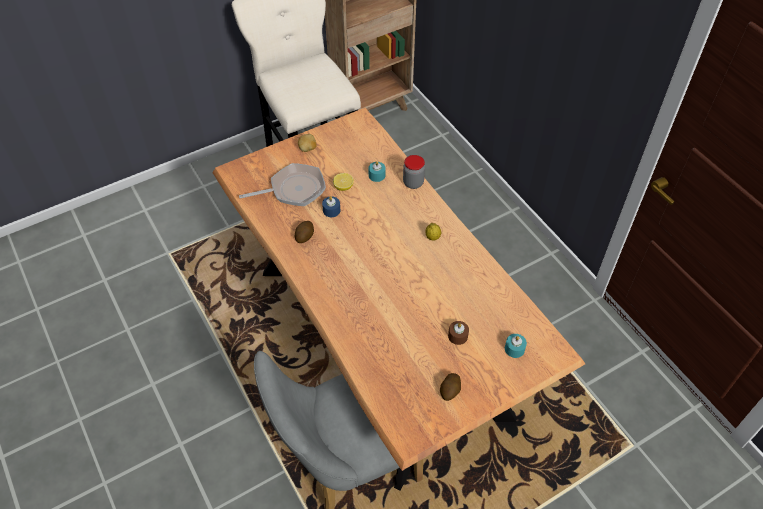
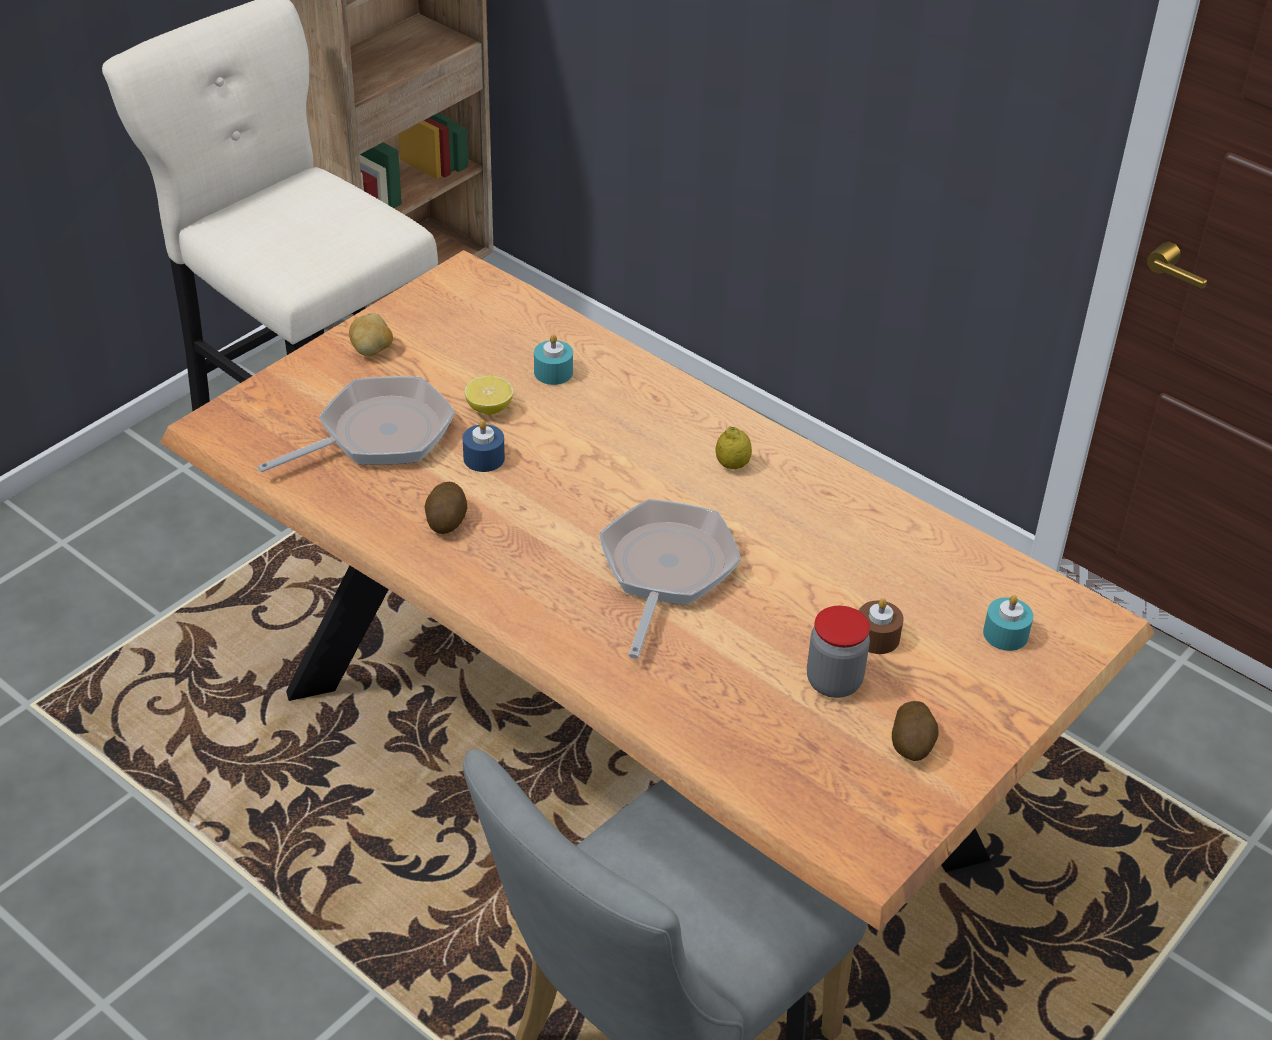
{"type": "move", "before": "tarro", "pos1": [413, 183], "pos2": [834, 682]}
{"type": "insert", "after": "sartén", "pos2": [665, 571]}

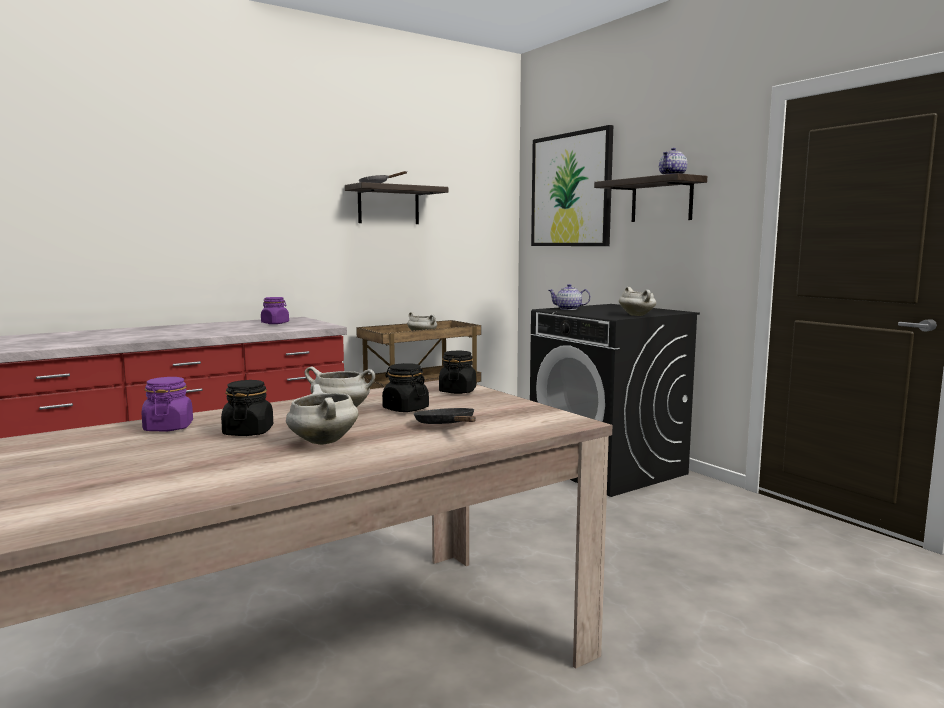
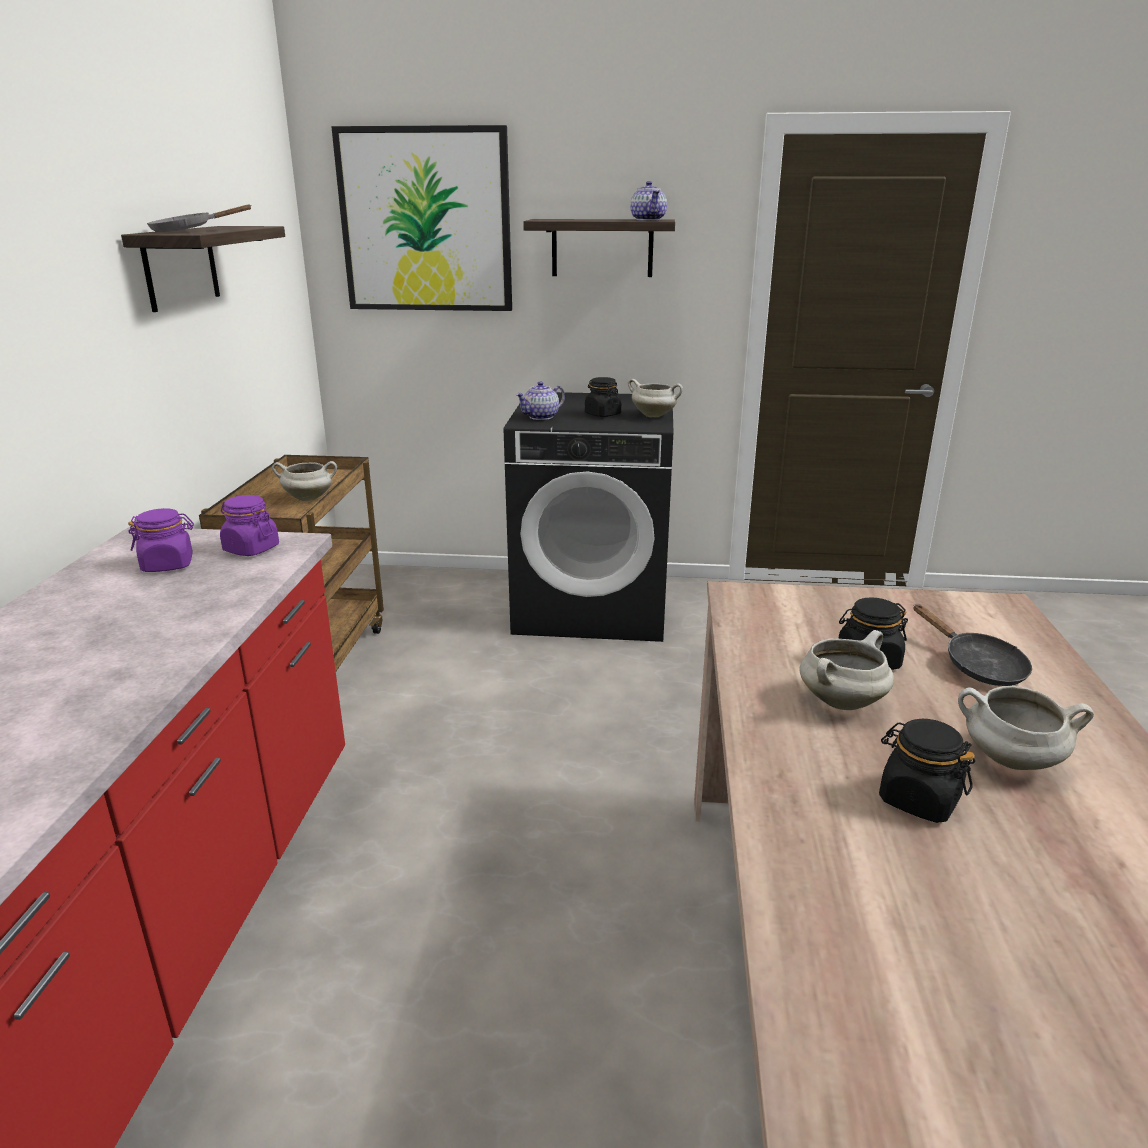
{"type": "move", "before": "tarro [negro]", "pos1": [457, 391], "pos2": [602, 414]}
{"type": "move", "before": "tarro [morado]", "pos1": [168, 428], "pos2": [251, 549]}
{"type": "rotate", "before": "sartén [negro]", "pos1": [447, 426], "pos2": [977, 666], "turn": -135}

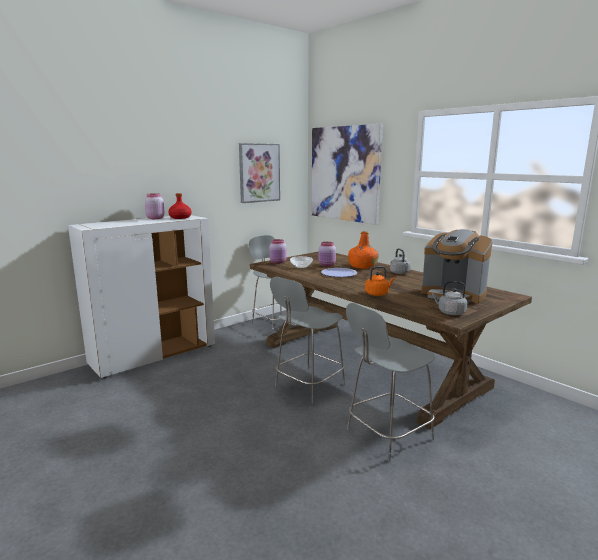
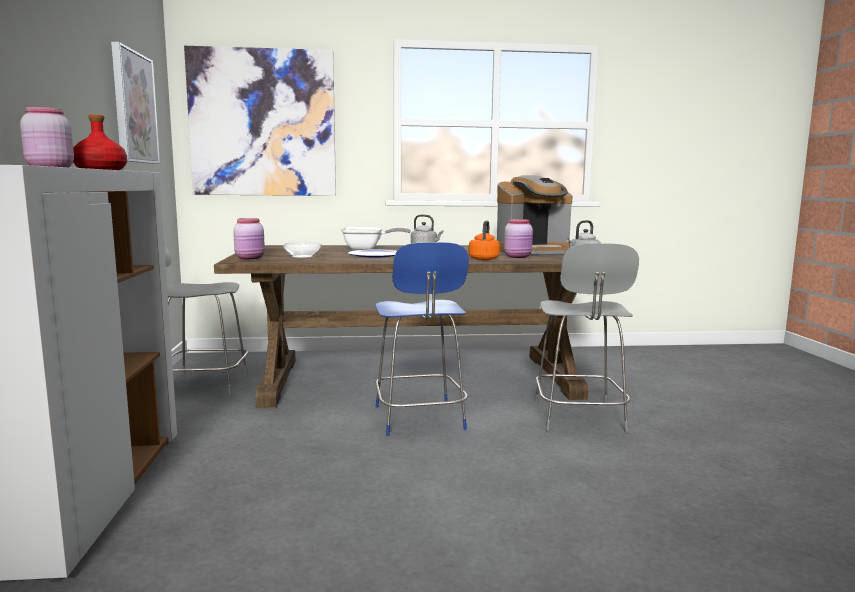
{"type": "replace", "before": "botella [naranja]", "after": "sartén", "pos1": [362, 266], "pos2": [367, 248]}
{"type": "move", "before": "tarro [rosa]", "pos1": [327, 265], "pos2": [518, 257]}
{"type": "recolor", "before": "silla [gris]", "after": "silla [azul]", "pos1": [308, 386], "pos2": [419, 419]}

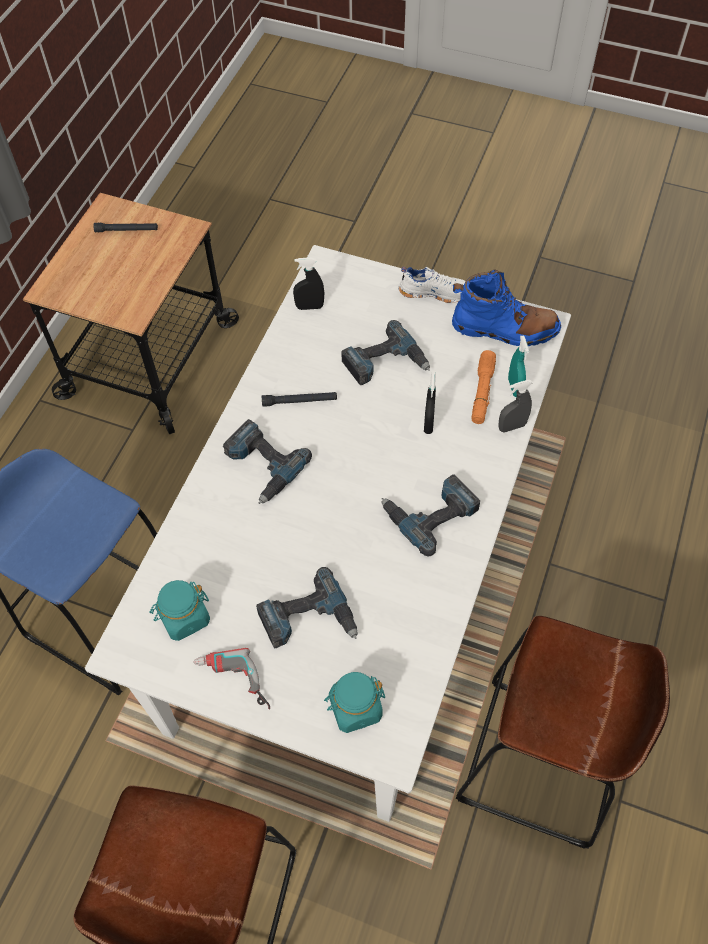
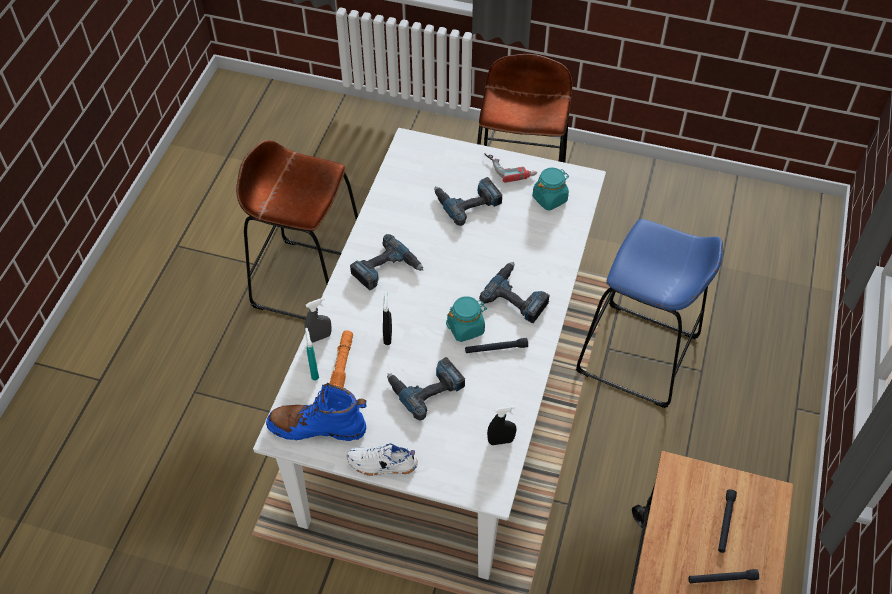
{"type": "move", "before": "tarro [turquesa]", "pos1": [355, 708], "pos2": [466, 328]}
{"type": "insert", "after": "linterna [negro]", "pos2": [725, 523]}

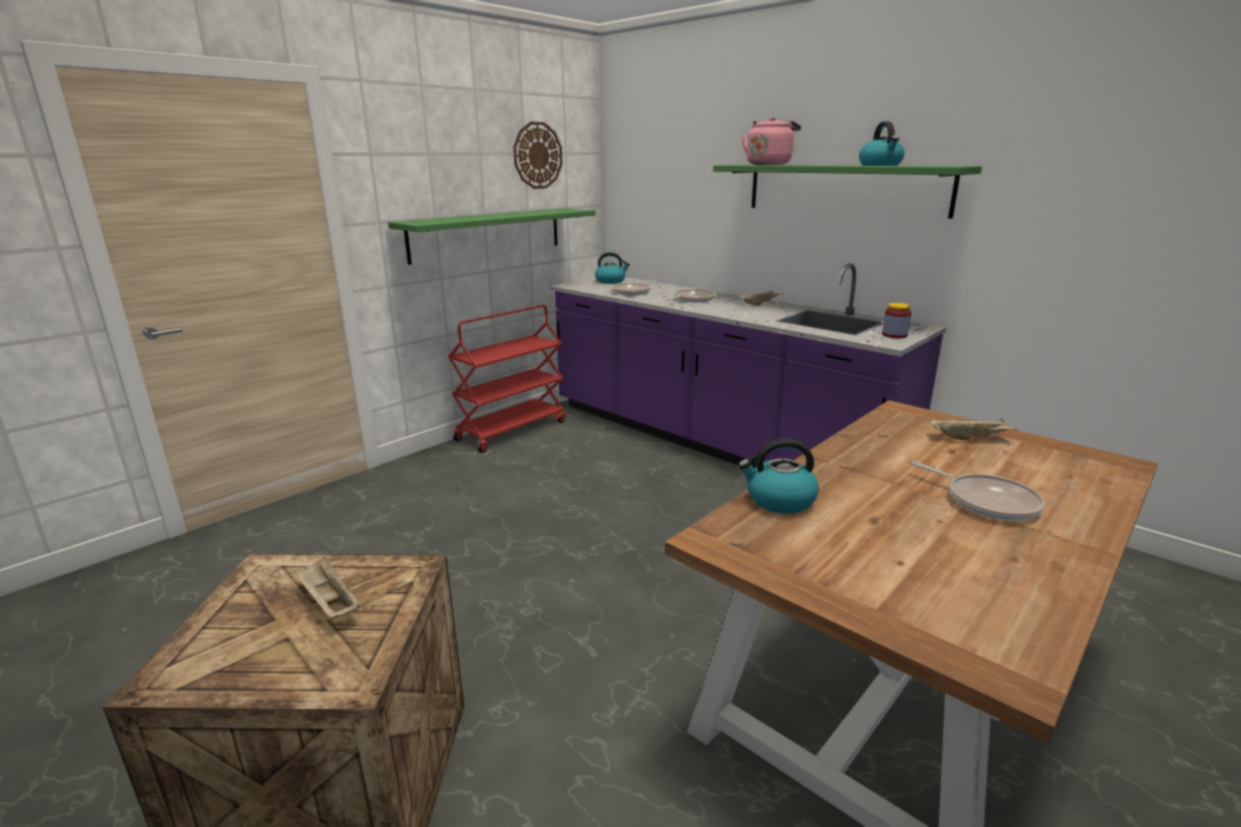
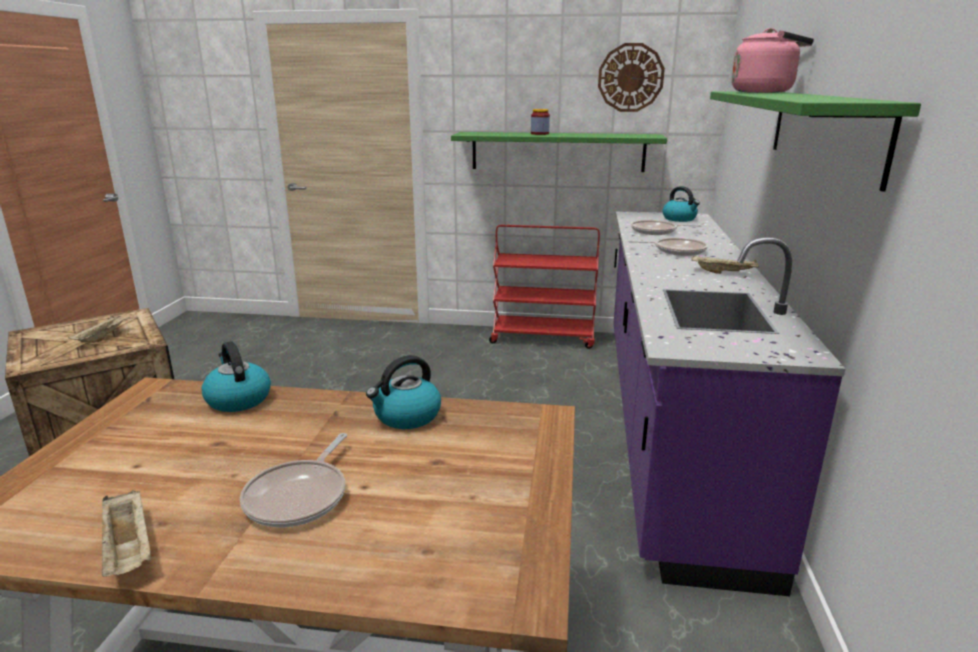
{"type": "move", "before": "hervidor", "pos1": [880, 165], "pos2": [406, 416]}
{"type": "move", "before": "tarro", "pos1": [894, 335], "pos2": [539, 134]}
{"type": "move", "before": "bandeja [beis]", "pos1": [970, 438], "pos2": [129, 549]}

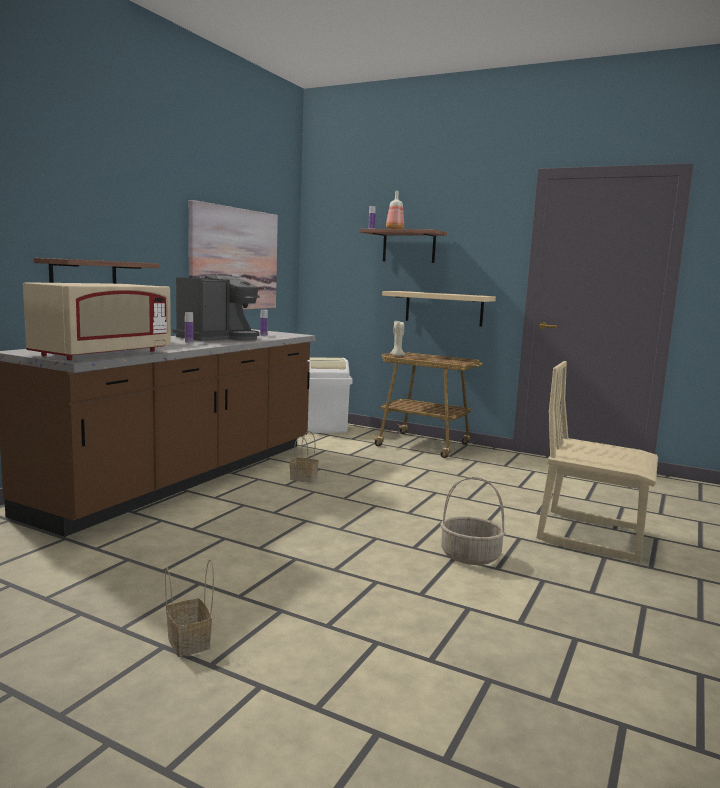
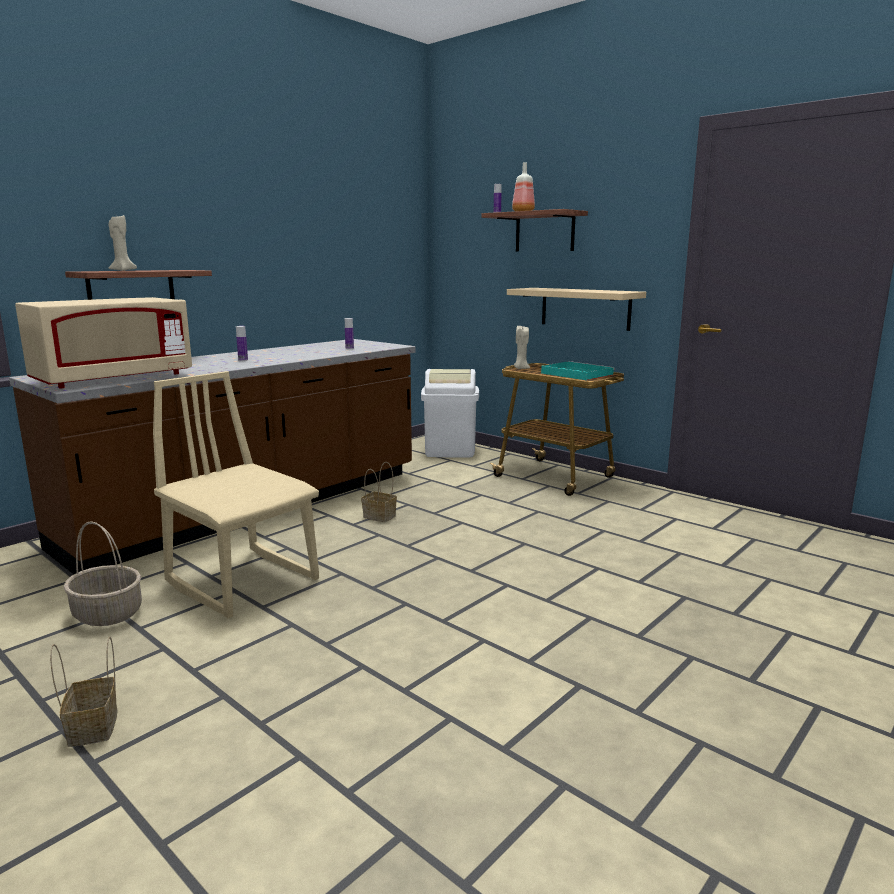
{"type": "delete", "before": "cuadro", "pos1": [234, 259]}
{"type": "delete", "before": "cafetera", "pos1": [218, 338]}
{"type": "move", "before": "silla [beis]", "pos1": [591, 535], "pos2": [244, 581]}
{"type": "move", "before": "cesta", "pos1": [469, 556], "pos2": [106, 614]}
{"type": "insert", "after": "vela [beis]", "pos2": [122, 270]}
{"type": "insert", "after": "bandeja [turquesa]", "pos2": [575, 374]}

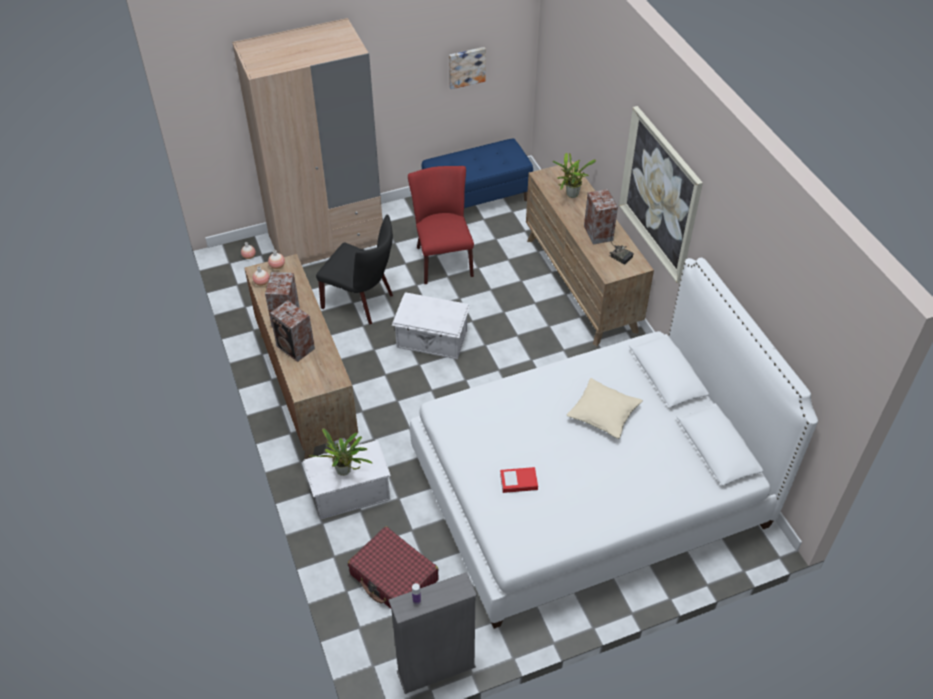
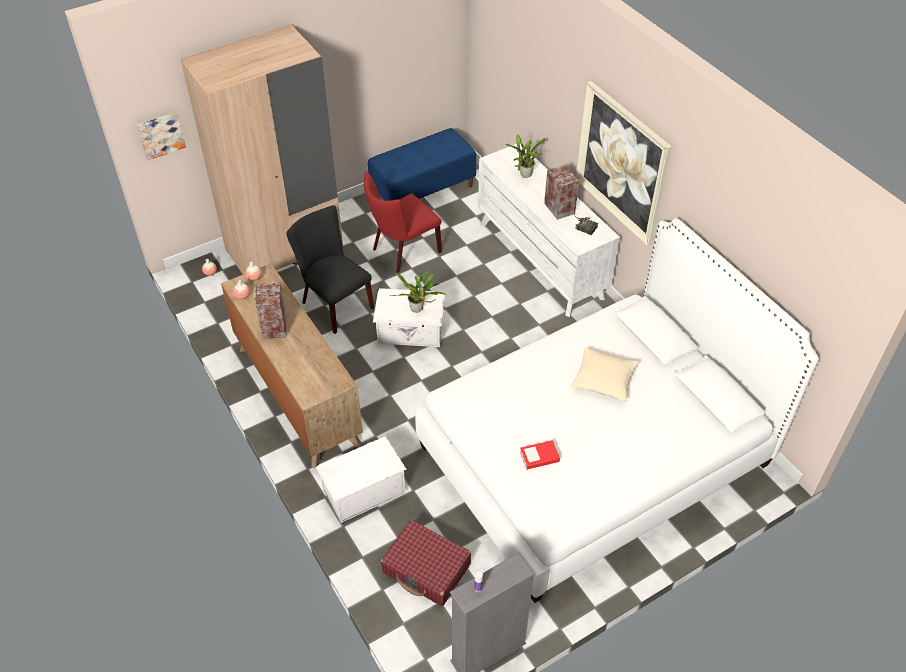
{"type": "move", "before": "cuadro", "pos1": [466, 67], "pos2": [160, 135]}
{"type": "recolor", "before": "cómoda [marrón]", "after": "cómoda [blanco]", "pos1": [581, 284], "pos2": [541, 260]}
{"type": "rotate", "before": "silla [rojo]", "pos1": [442, 258], "pos2": [402, 252], "turn": -105}
{"type": "rotate", "before": "silla [negro]", "pos1": [362, 302], "pos2": [333, 303], "turn": -150}
{"type": "delete", "before": "altavoz", "pos1": [296, 348]}
{"type": "move", "before": "planta en maceta", "pos1": [345, 472], "pos2": [418, 310]}

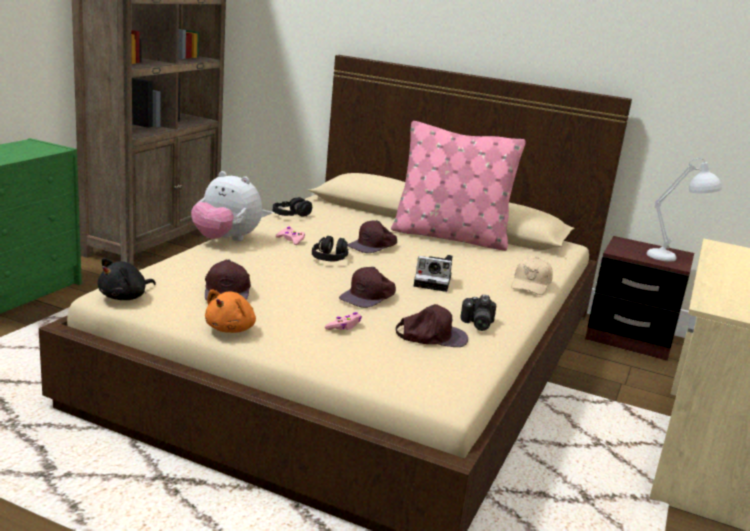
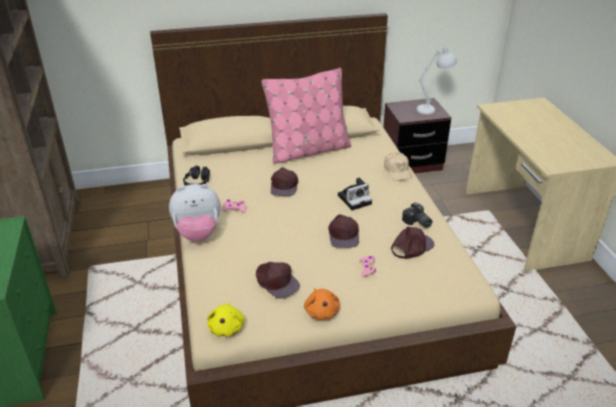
{"type": "delete", "before": "auriculares [negro]", "pos1": [330, 258]}
{"type": "recolor", "before": "peluche [negro]", "after": "peluche [amarillo]", "pos1": [125, 297], "pos2": [227, 327]}

